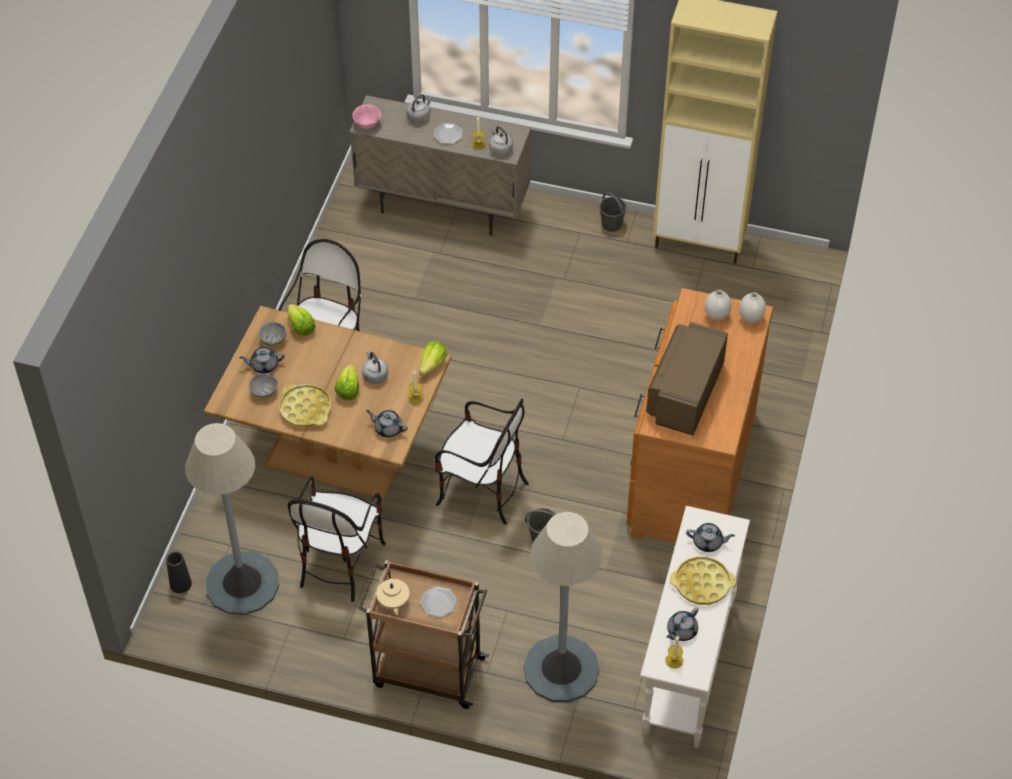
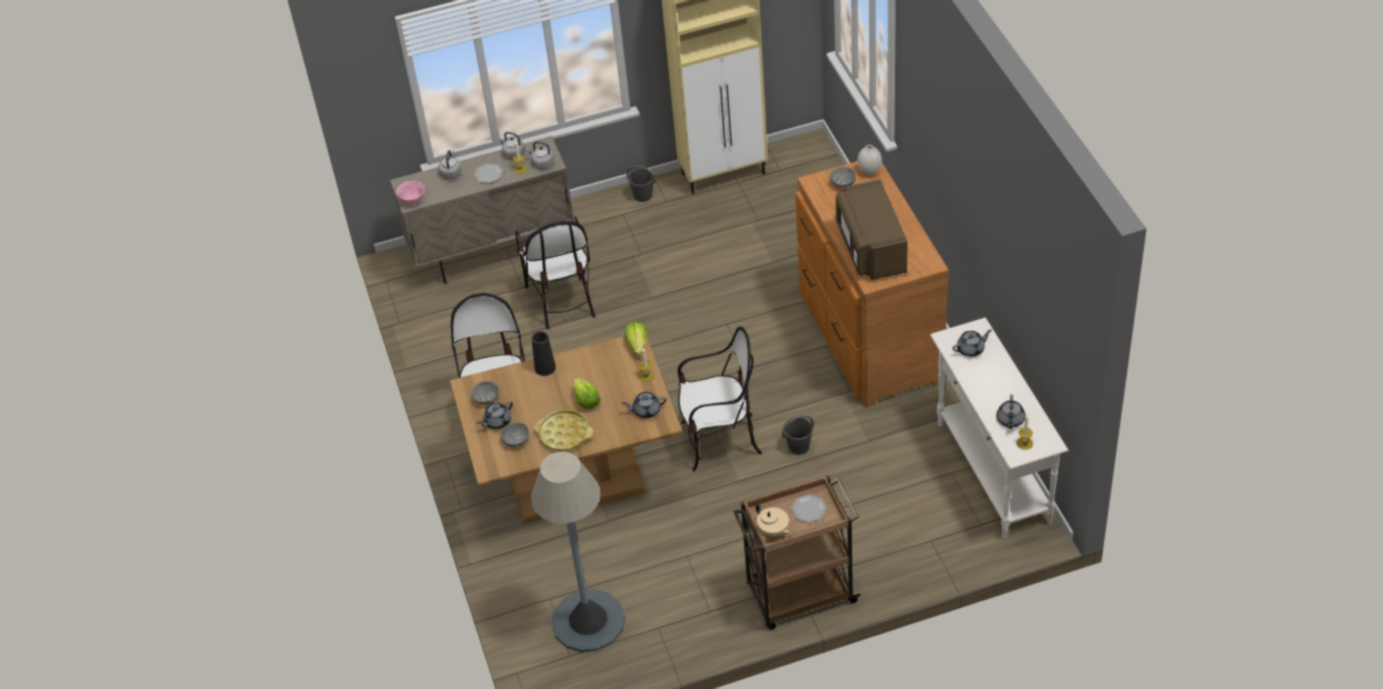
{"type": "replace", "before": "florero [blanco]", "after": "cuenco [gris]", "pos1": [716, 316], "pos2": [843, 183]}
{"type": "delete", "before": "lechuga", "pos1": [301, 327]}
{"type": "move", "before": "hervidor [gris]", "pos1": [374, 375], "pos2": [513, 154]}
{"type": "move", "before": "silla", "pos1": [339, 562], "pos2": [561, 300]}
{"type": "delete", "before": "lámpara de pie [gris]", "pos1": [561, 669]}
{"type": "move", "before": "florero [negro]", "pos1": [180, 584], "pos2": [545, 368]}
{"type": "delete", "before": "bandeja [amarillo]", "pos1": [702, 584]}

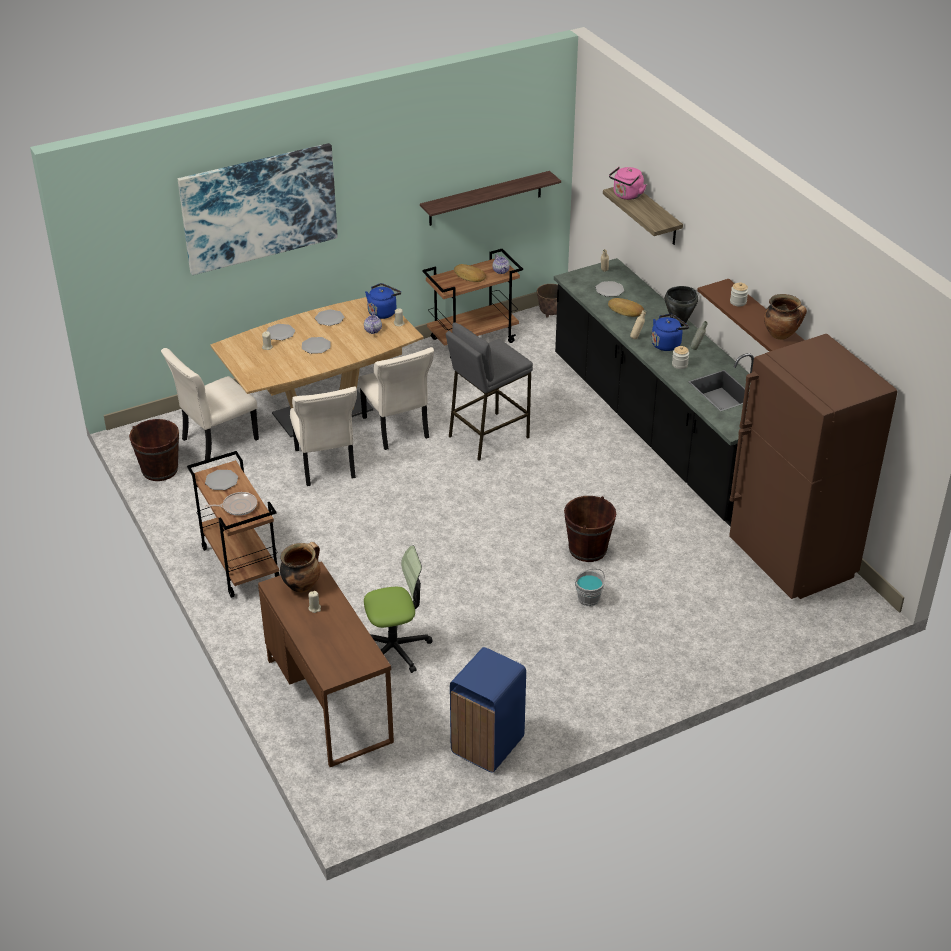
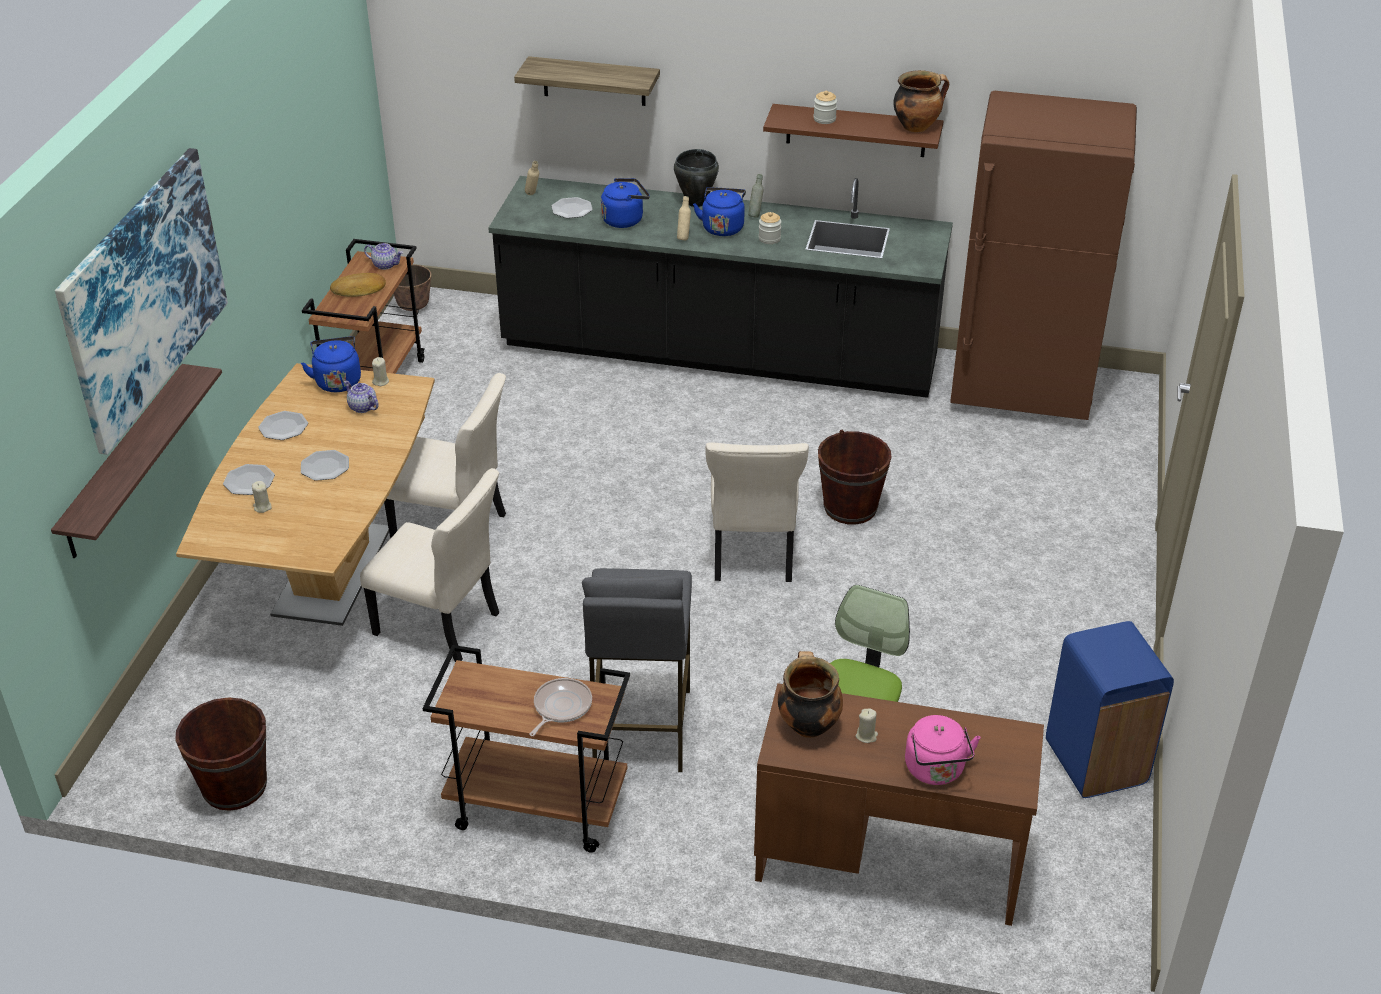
{"type": "move", "before": "hervidor [rosa]", "pos1": [626, 195], "pos2": [936, 771]}
{"type": "move", "before": "estante", "pos1": [485, 198], "pos2": [125, 462]}
{"type": "replace", "before": "pan", "after": "hervidor [azul]", "pos1": [625, 310], "pos2": [625, 219]}
{"type": "move", "before": "taburete [gris]", "pos1": [488, 436], "pos2": [640, 729]}
{"type": "move", "before": "silla [beis]", "pos1": [217, 440], "pos2": [752, 553]}
{"type": "delete", "before": "plato", "pos1": [221, 481]}
{"type": "delete", "before": "cubo [gris]", "pos1": [588, 598]}

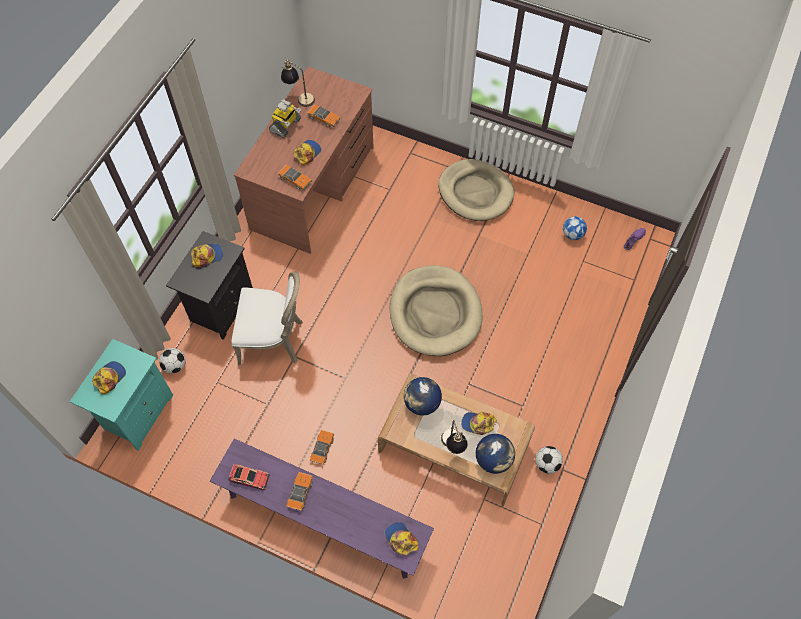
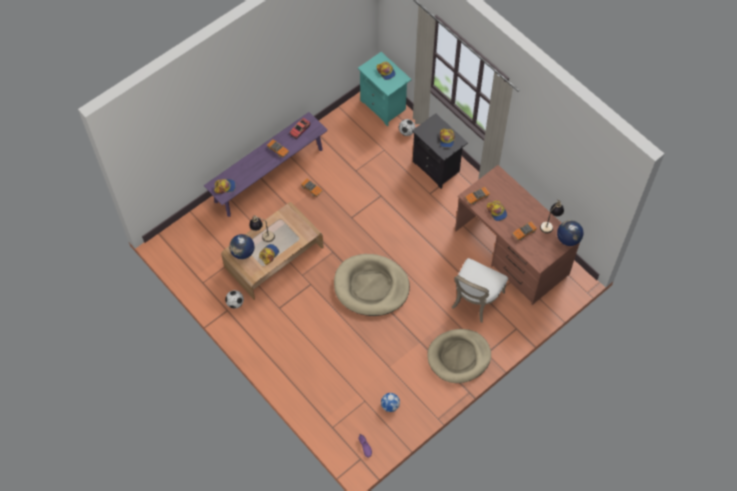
{"type": "delete", "before": "robot de juguete", "pos1": [286, 126]}
{"type": "move", "before": "silla [blanco]", "pos1": [274, 340], "pos2": [475, 300]}
{"type": "move", "before": "globo terráqueo", "pos1": [422, 403], "pos2": [568, 239]}

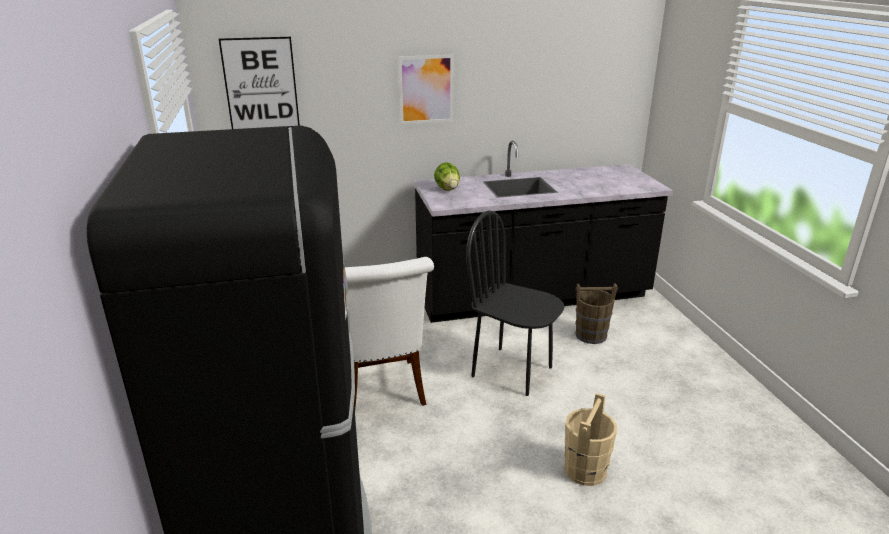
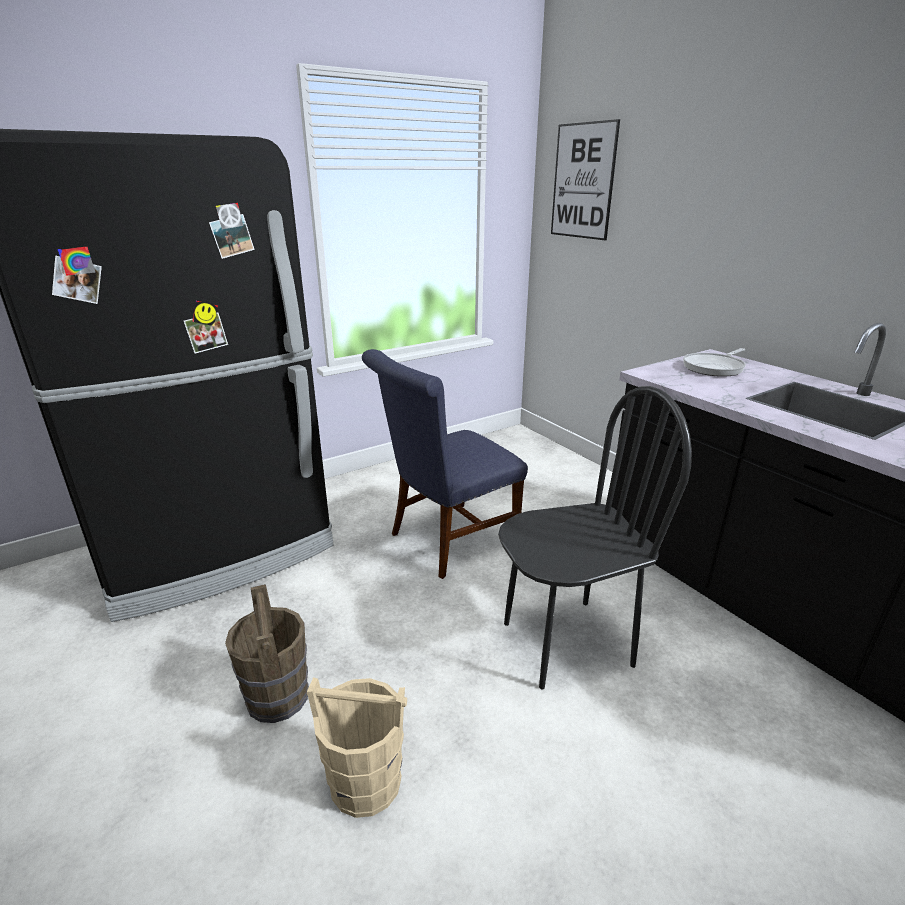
{"type": "delete", "before": "cuadro", "pos1": [426, 89]}
{"type": "replace", "before": "lechuga", "after": "sartén", "pos1": [447, 189], "pos2": [715, 368]}
{"type": "rotate", "before": "silla [negro]", "pos1": [512, 371], "pos2": [566, 642], "turn": 60}
{"type": "recolor", "before": "silla [blanco]", "after": "silla [azul]", "pos1": [382, 392], "pos2": [447, 541]}
{"type": "move", "before": "cubo [marrón]", "pos1": [590, 335], "pos2": [278, 696]}

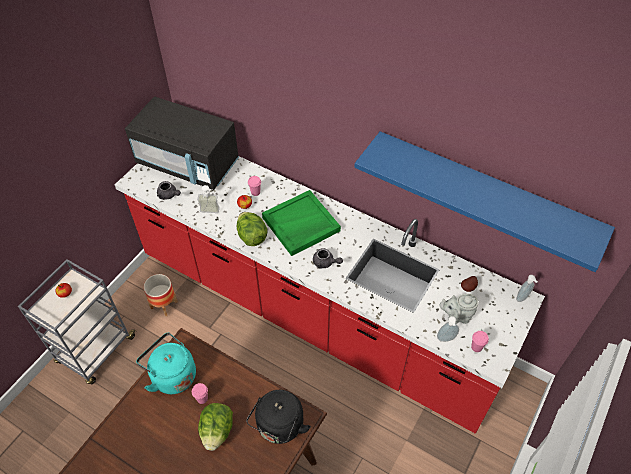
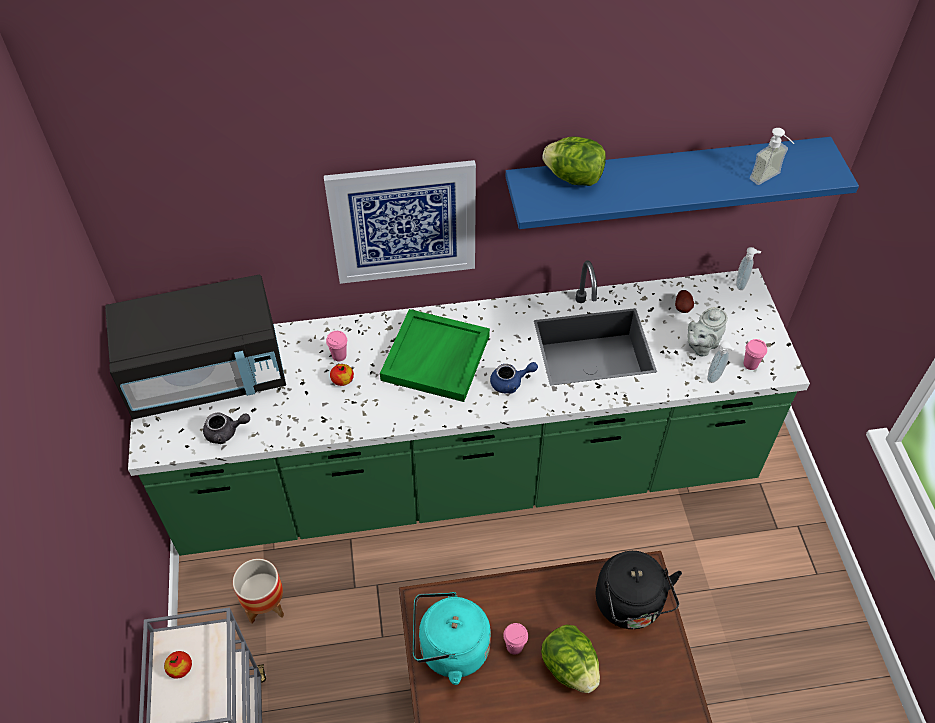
{"type": "recolor", "before": "mueble bajo de cocina [rojo]", "after": "mueble bajo de cocina [verde]", "pos1": [315, 313], "pos2": [467, 476]}
{"type": "move", "before": "dispensador de jabón", "pos1": [209, 213], "pos2": [769, 180]}
{"type": "move", "before": "lechuga", "pos1": [252, 236], "pos2": [574, 178]}
{"type": "recolor", "before": "tetera [gris]", "after": "tetera [azul]", "pos1": [326, 263], "pos2": [511, 383]}
{"type": "insert", "after": "cuadro", "pos2": [403, 222]}

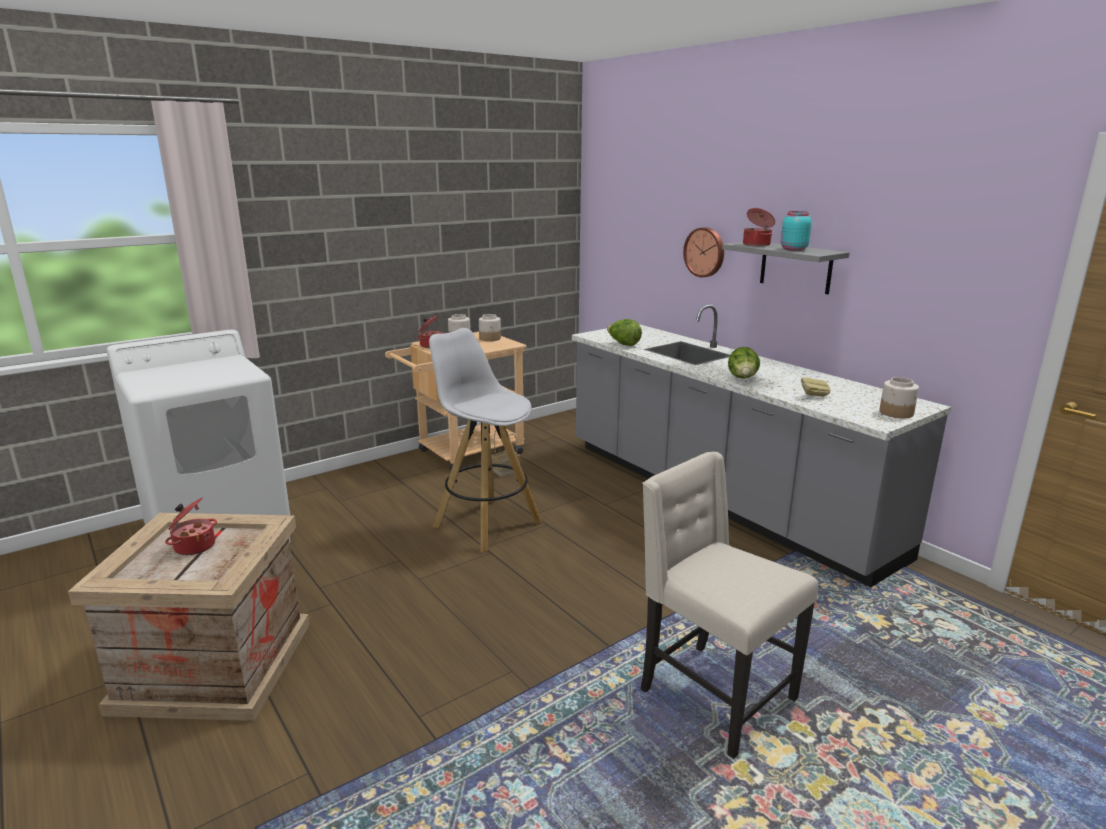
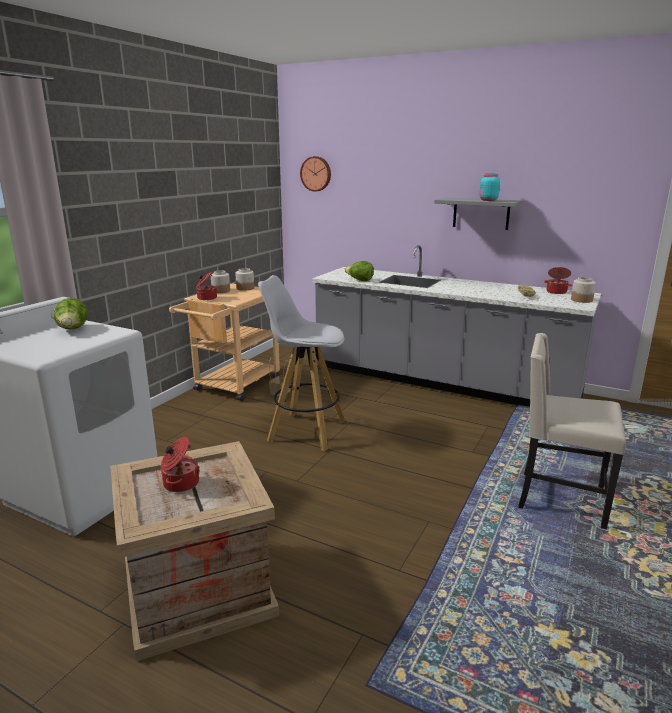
{"type": "move", "before": "olla", "pos1": [757, 245], "pos2": [556, 292]}
{"type": "move", "before": "reloj de pared", "pos1": [705, 252], "pos2": [316, 173]}
{"type": "move", "before": "lechuga", "pos1": [743, 379], "pos2": [73, 330]}

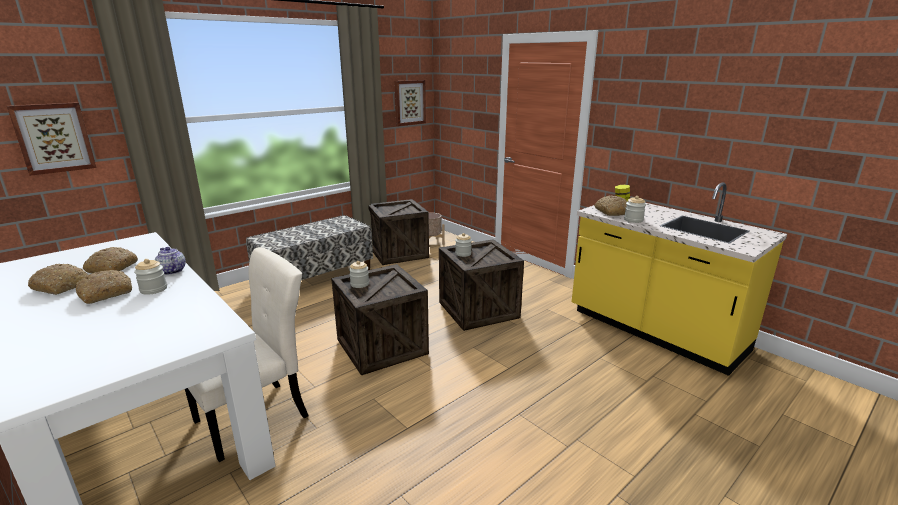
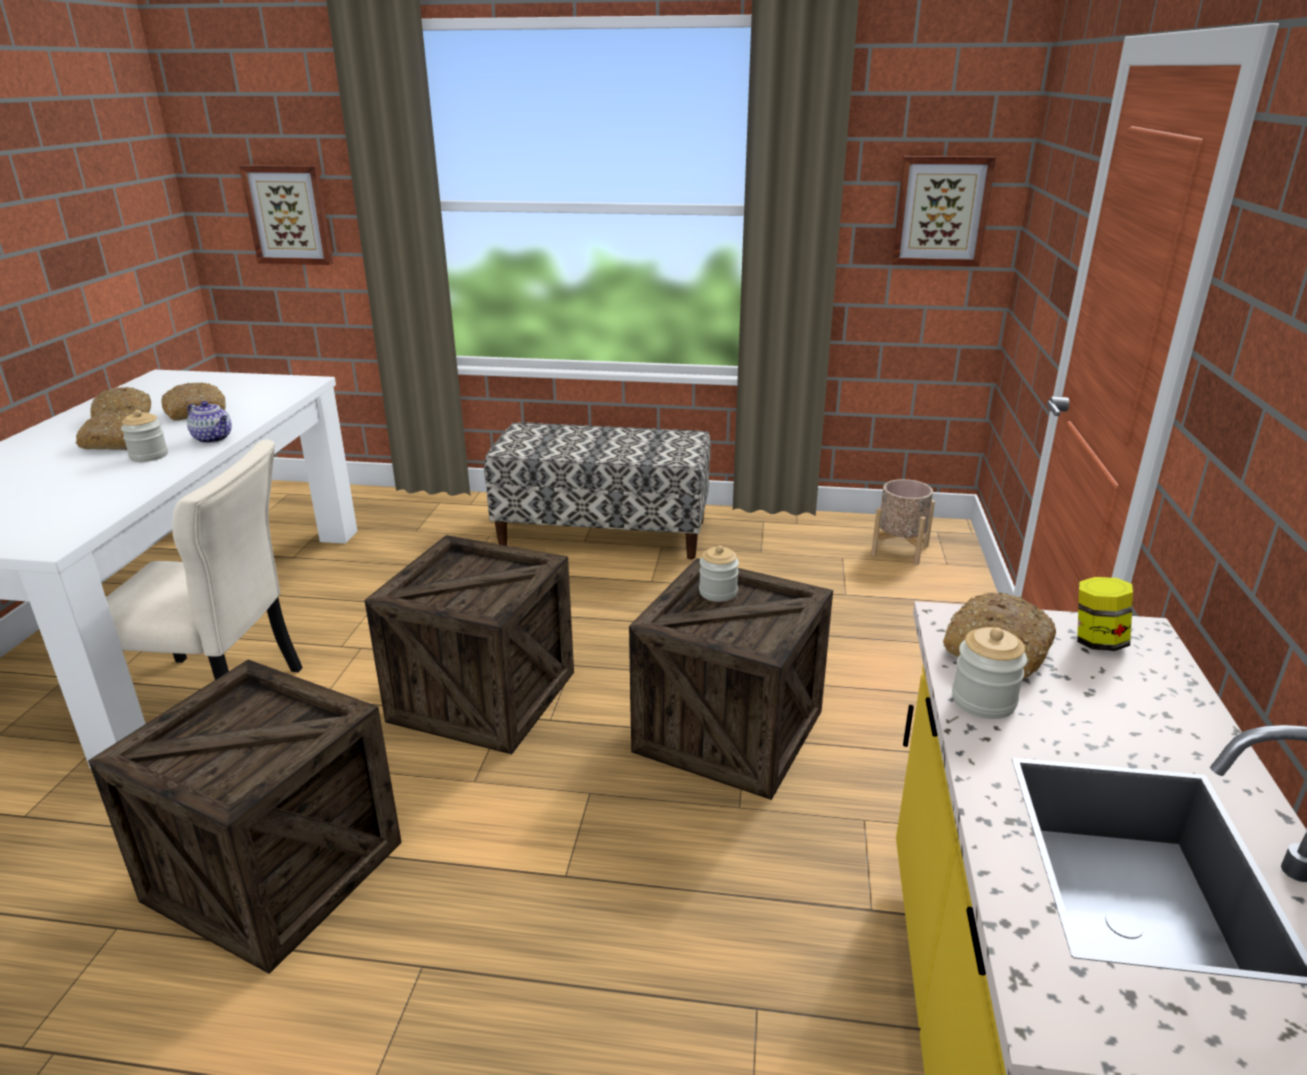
{"type": "move", "before": "caja de embalaje", "pos1": [398, 253], "pos2": [275, 871]}
{"type": "rotate", "before": "tetera", "pos1": [171, 271], "pos2": [214, 438], "turn": 120}
{"type": "delete", "before": "tarro", "pos1": [359, 284]}

